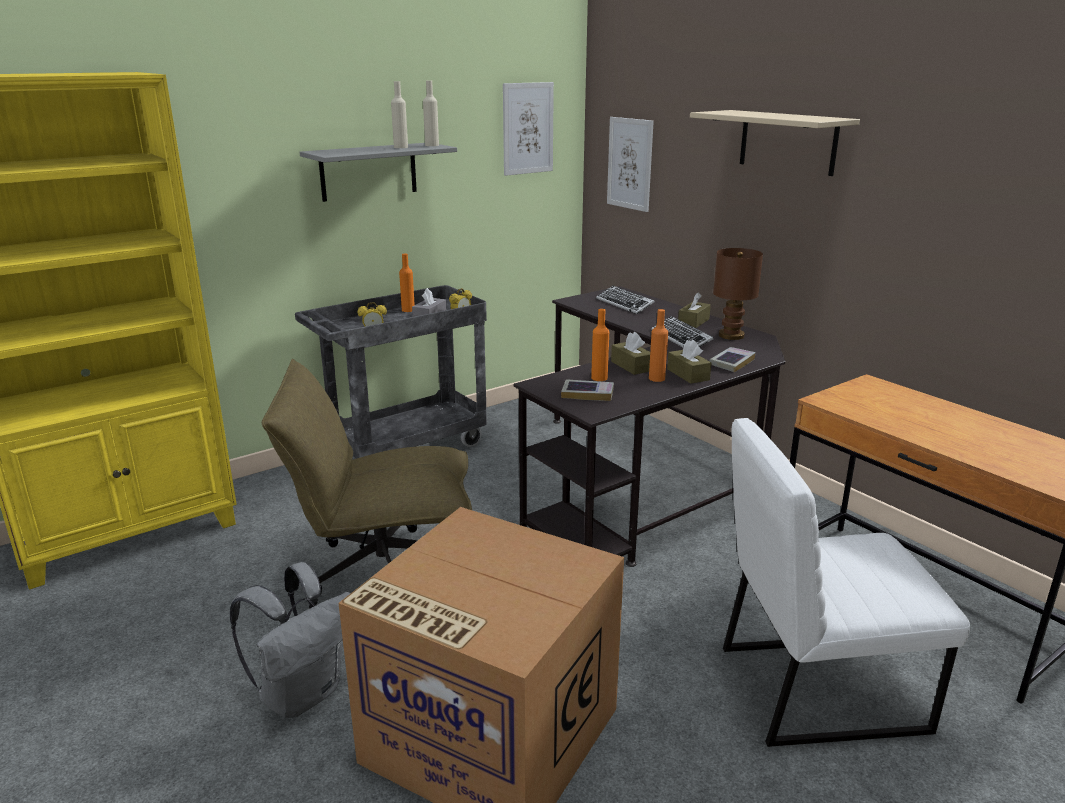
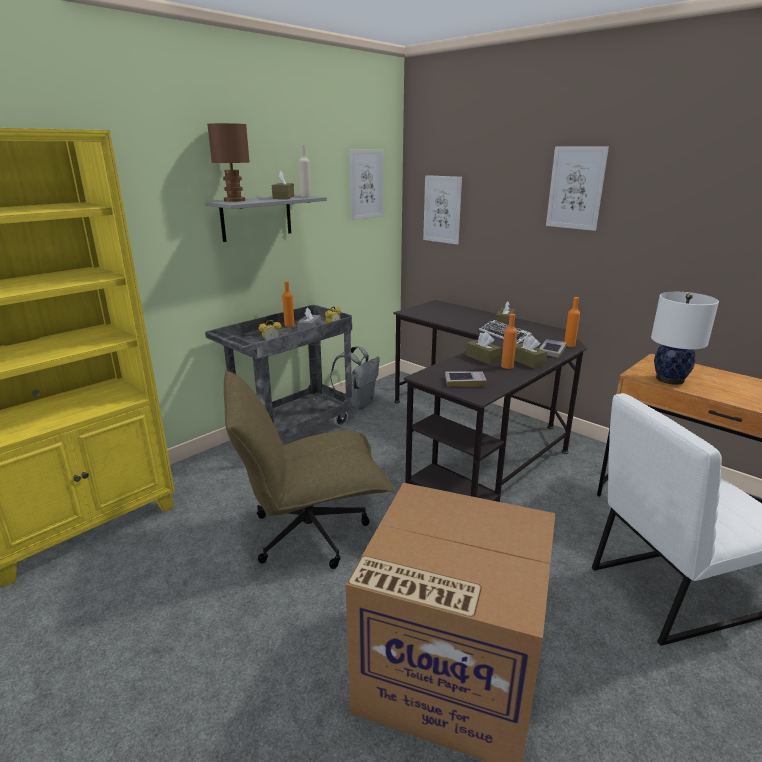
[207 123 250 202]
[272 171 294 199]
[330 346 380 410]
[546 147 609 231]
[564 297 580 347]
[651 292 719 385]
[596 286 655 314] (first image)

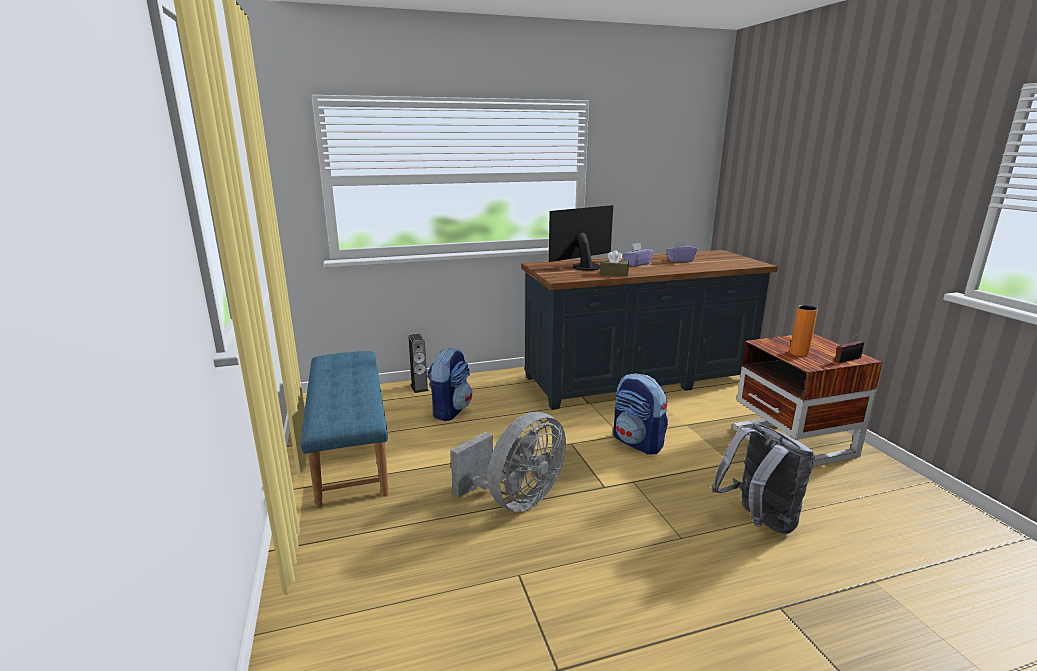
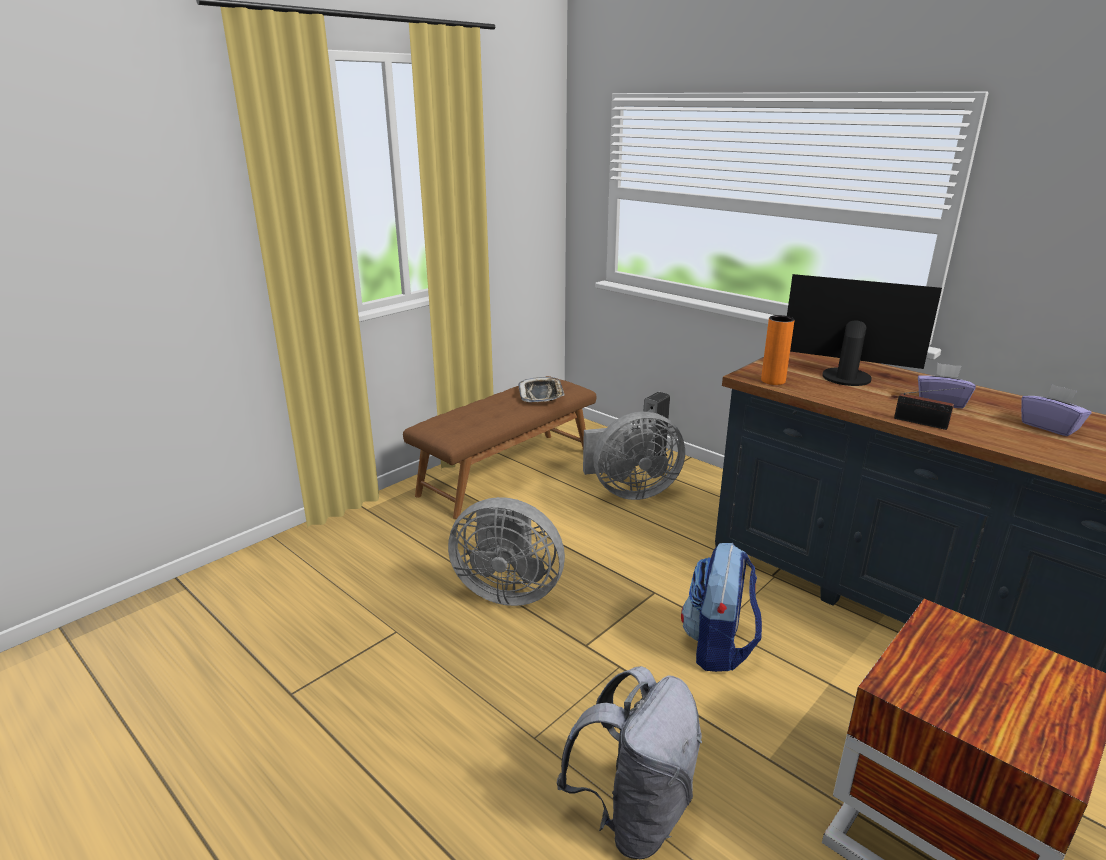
[403 376 596 519]
[518 377 564 402]
[583 412 685 500]
[761 315 795 385]
[894 387 965 430]
[600 250 629 276] (first image)

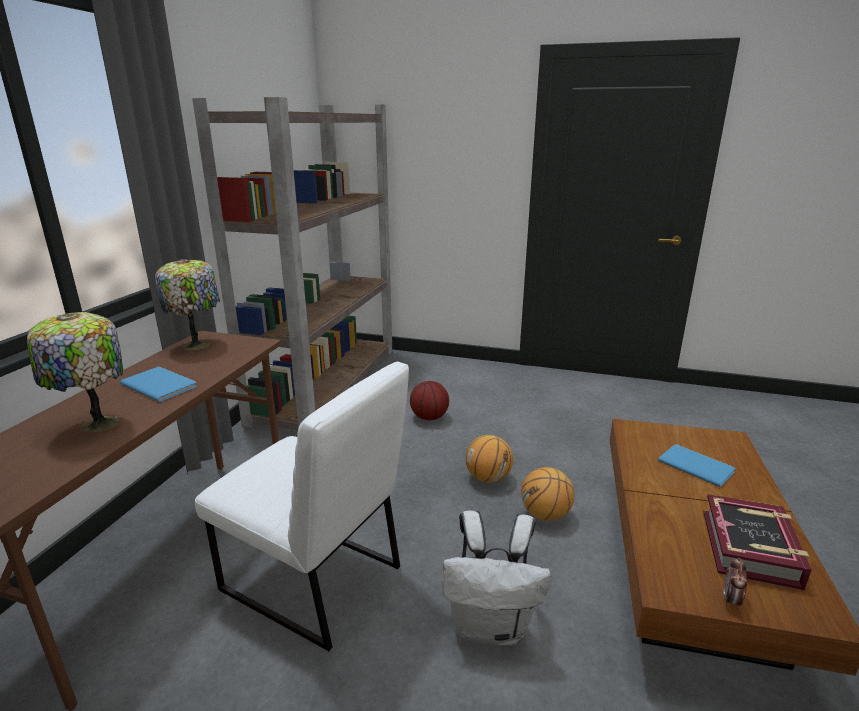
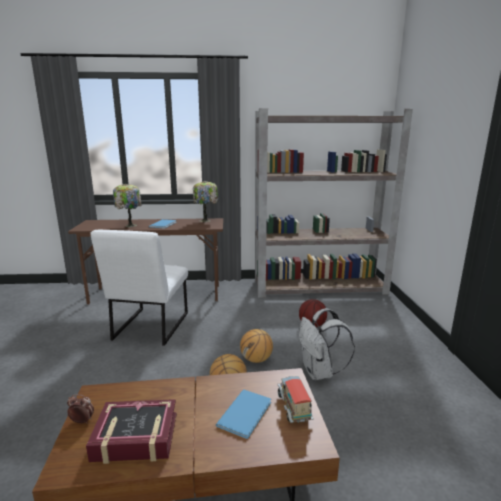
[277 376 314 423]
[299 308 355 380]

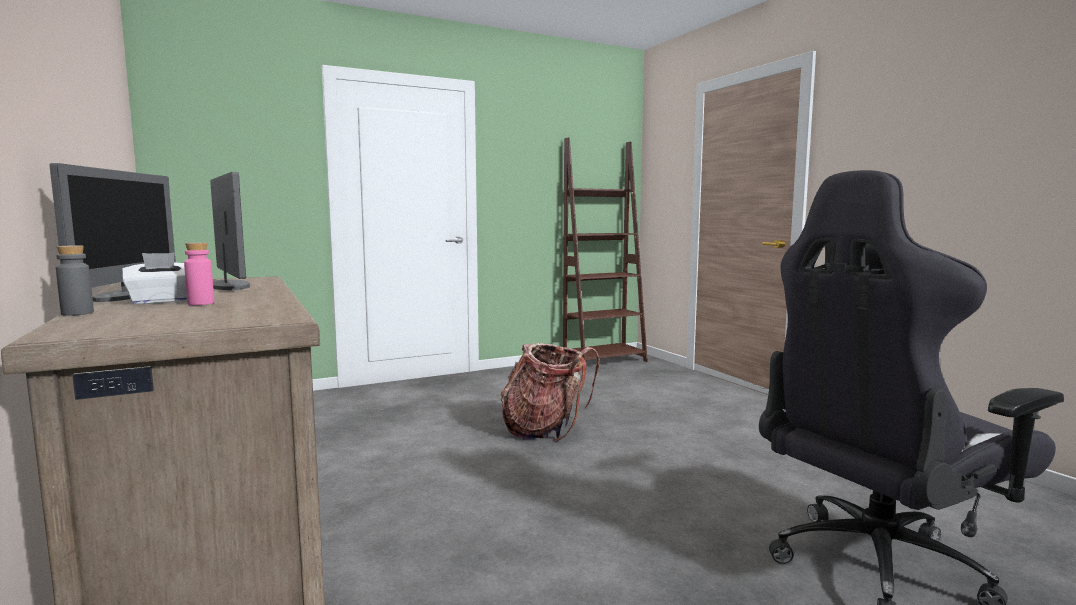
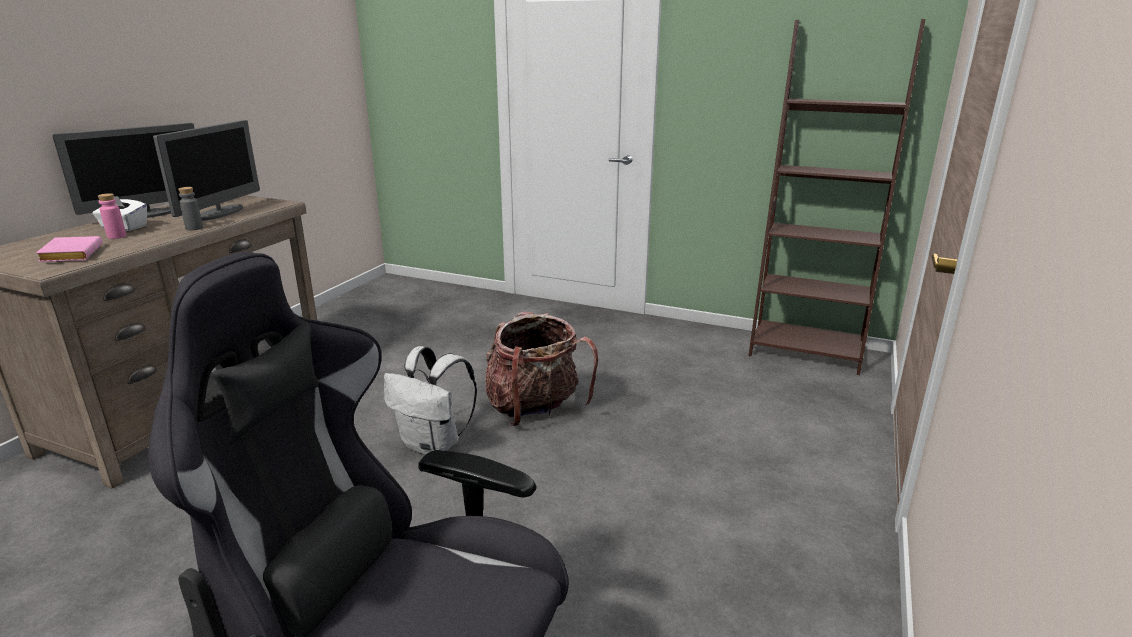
[36 236 102 262]
[178 187 203 231]
[384 346 477 455]

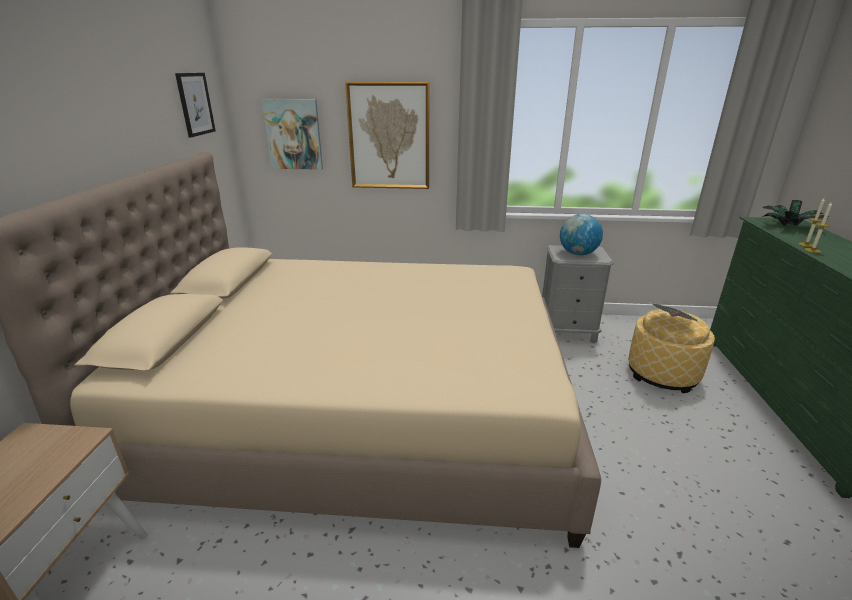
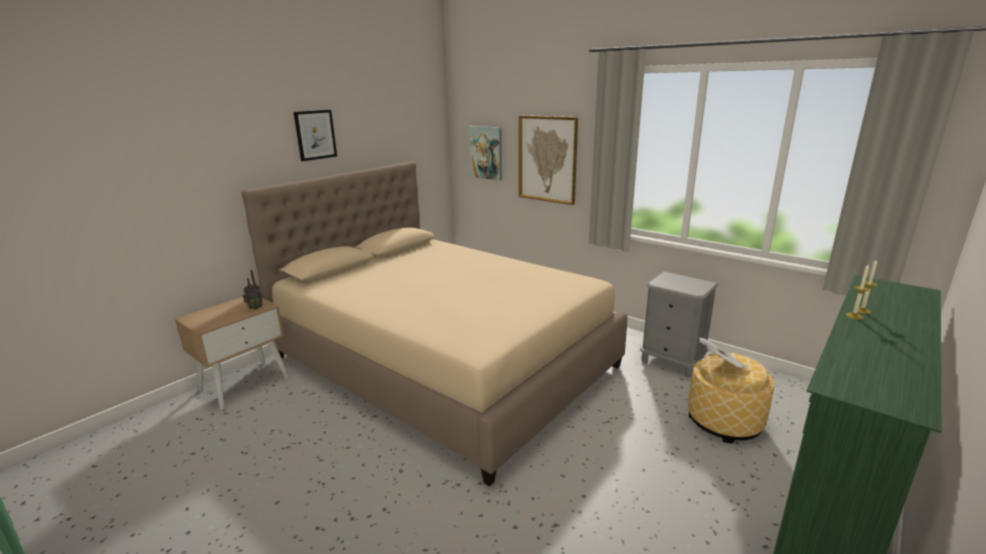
[242 270 263 310]
[294 110 337 161]
[560 214 603 255] (first image)
[762 200 828 226] (first image)

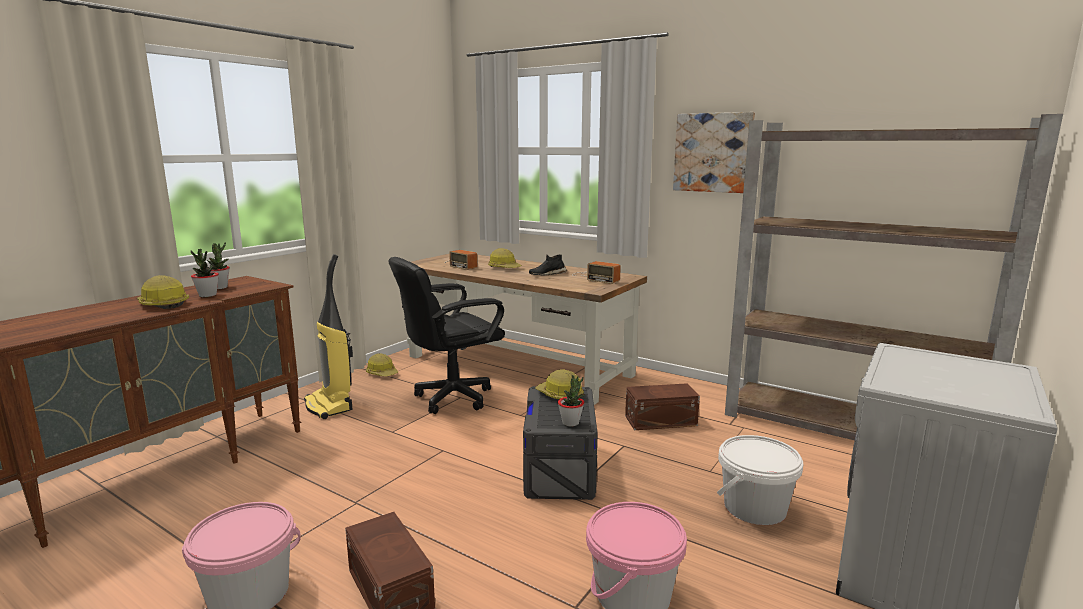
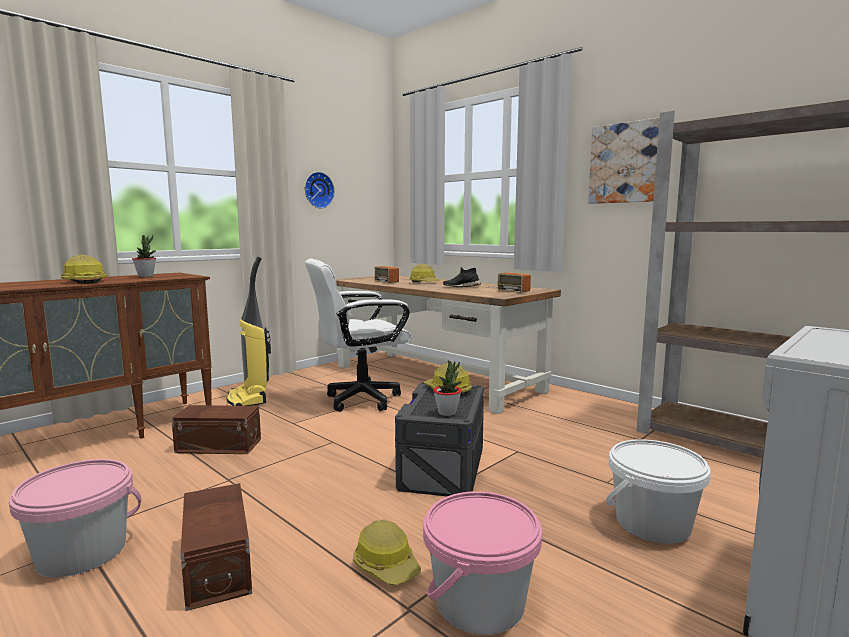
[171 405 261 454]
[305 172 335 208]
[305 259 411 412]
[353 520 421 585]
[191 249 219 297] (first image)

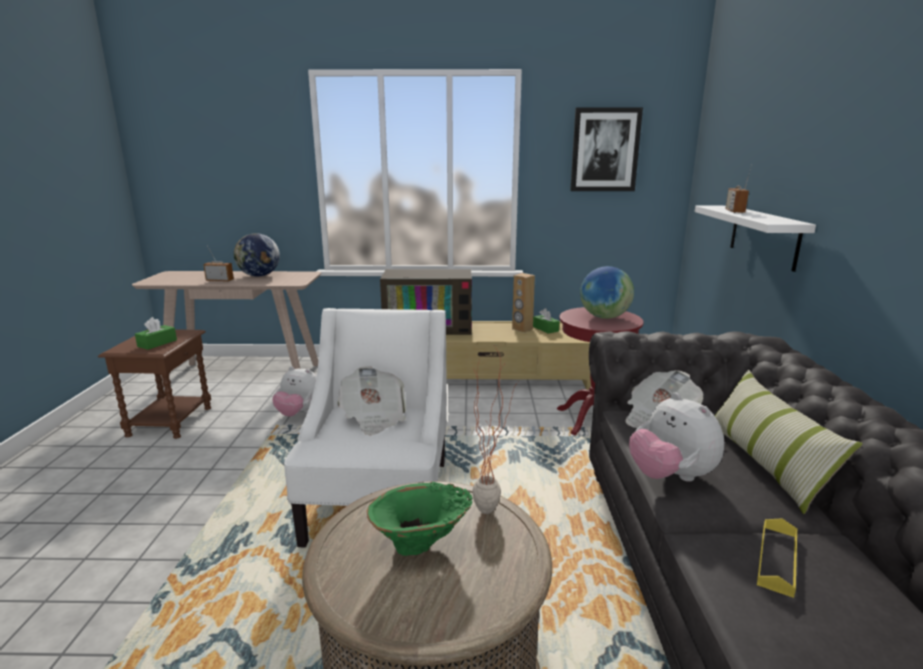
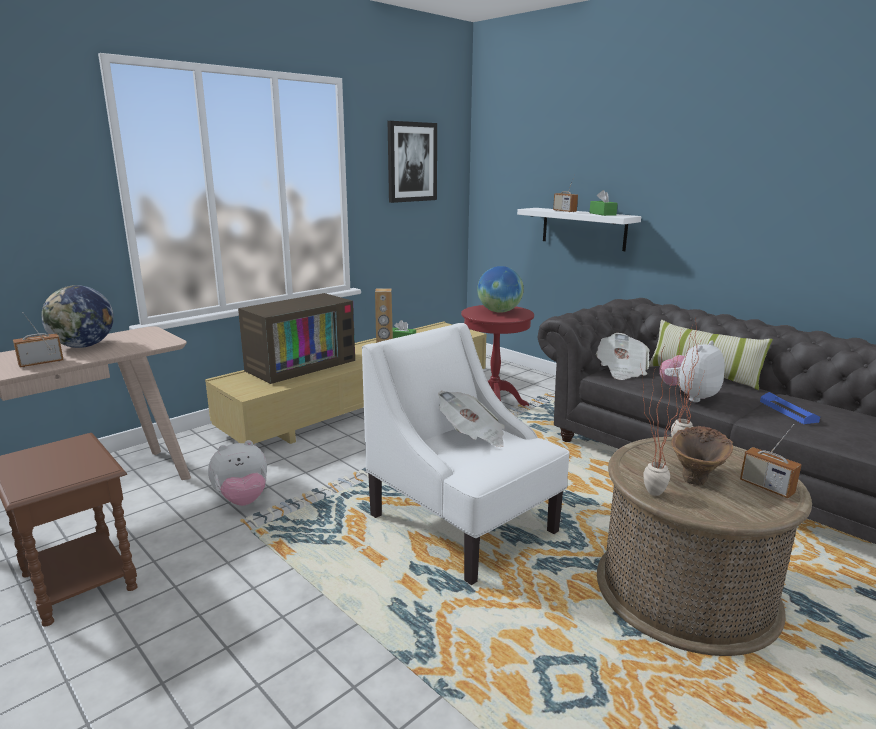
[590 190 618 216]
[640 345 682 496]
[659 340 725 402]
[671 426 733 485]
[740 424 802 498]
[760 392 820 424]

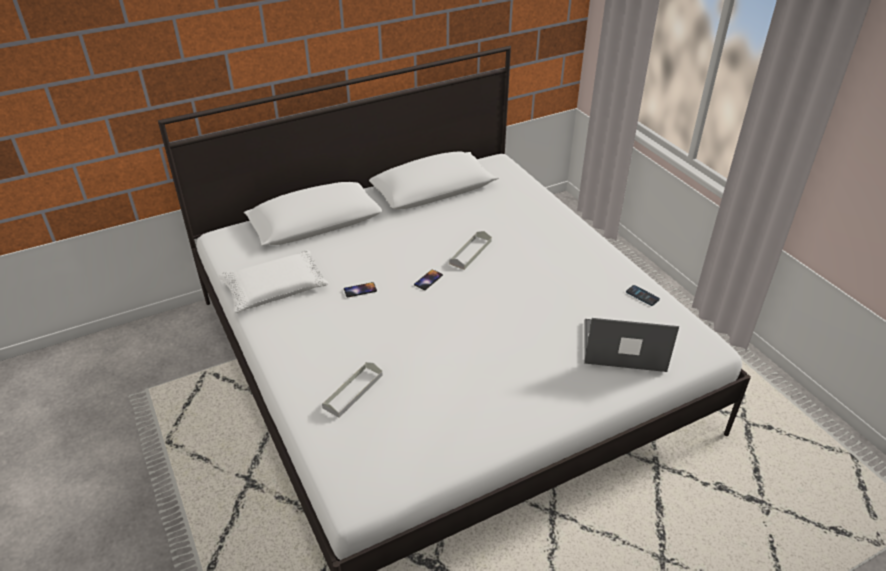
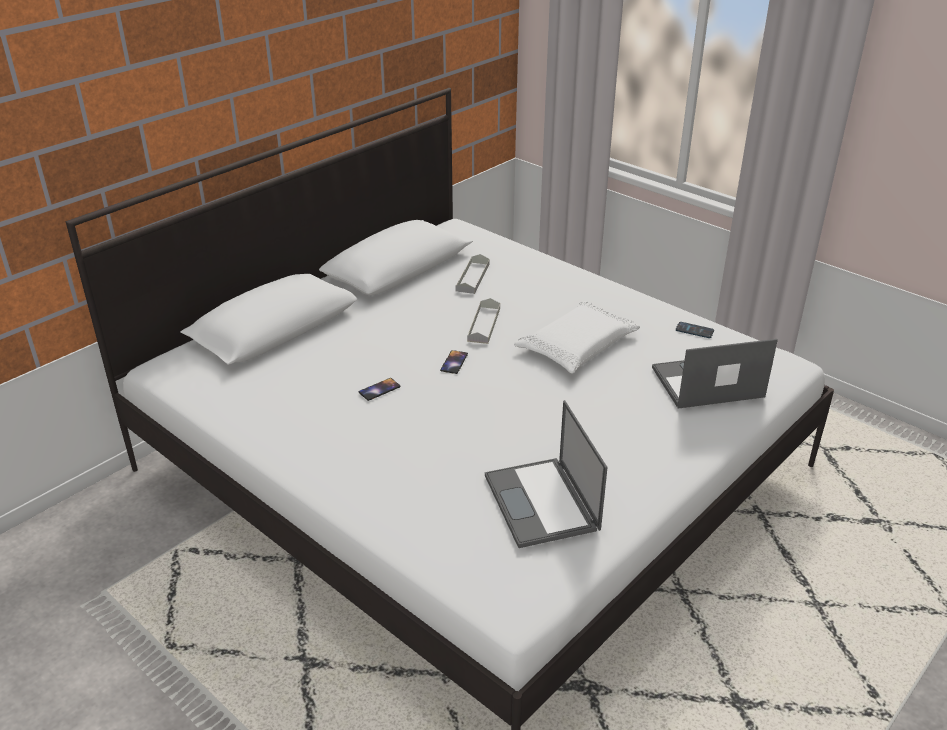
[456 254 490 294]
[485 400 608 548]
[514 301 640 374]

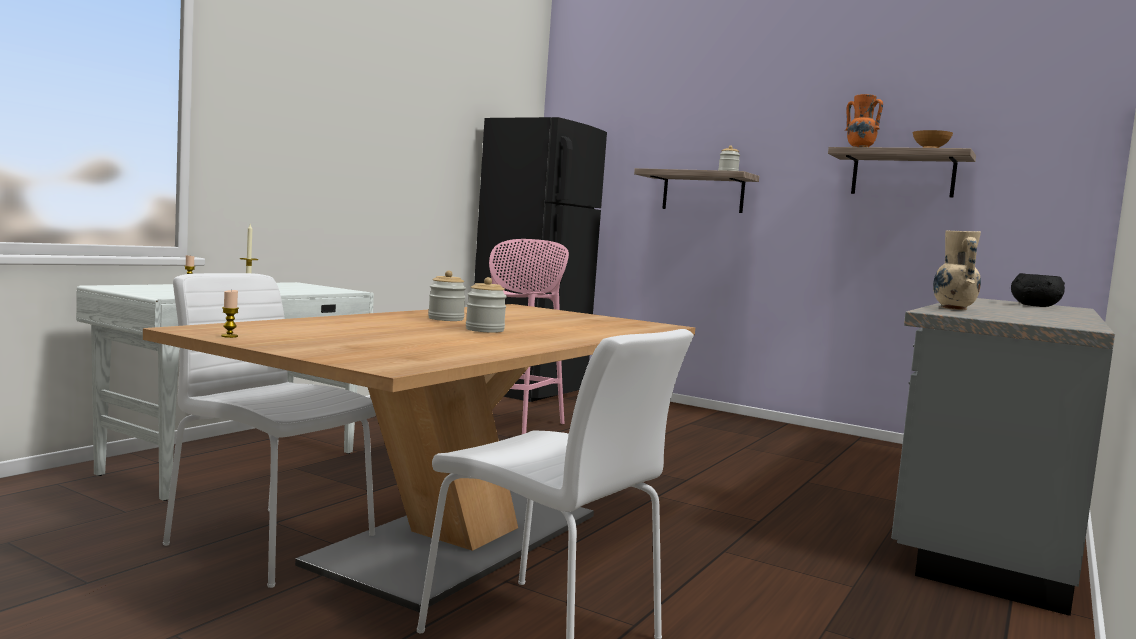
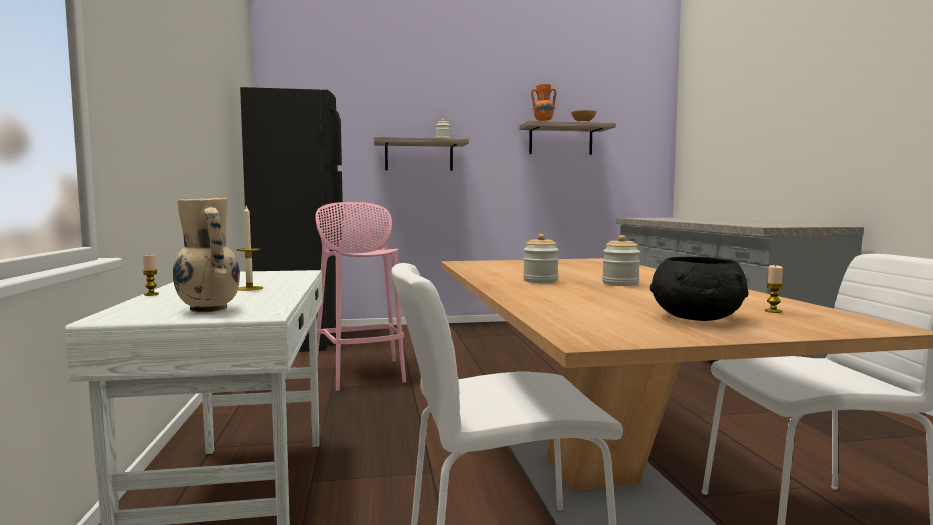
[173 198 240 313]
[650 257 749 321]
[765 265 784 313]

